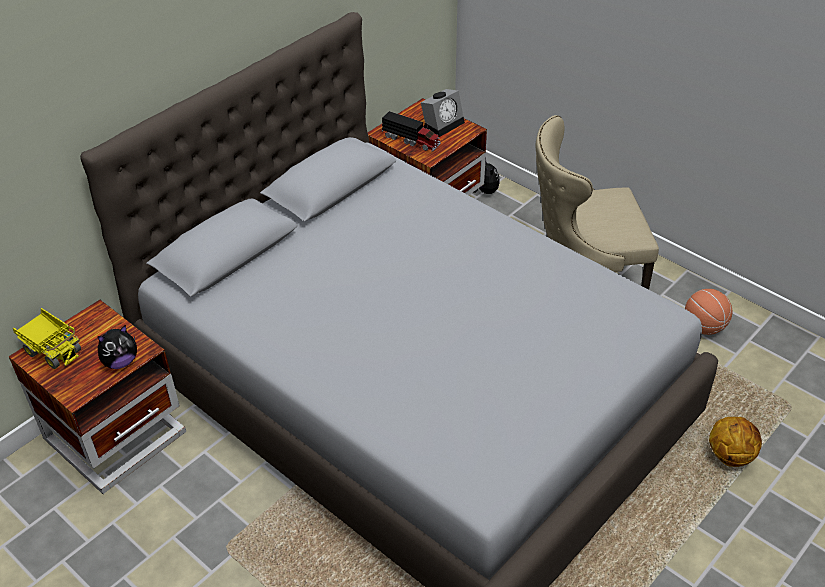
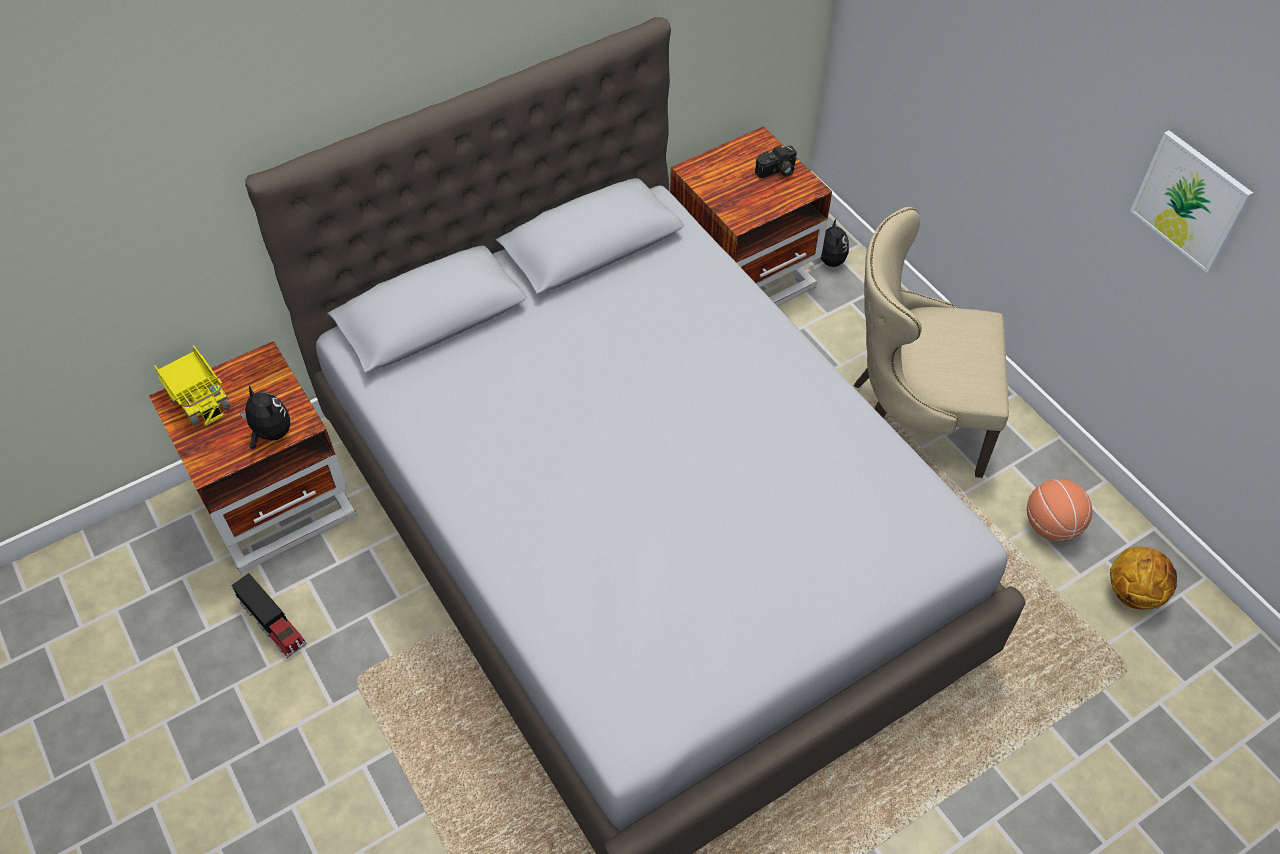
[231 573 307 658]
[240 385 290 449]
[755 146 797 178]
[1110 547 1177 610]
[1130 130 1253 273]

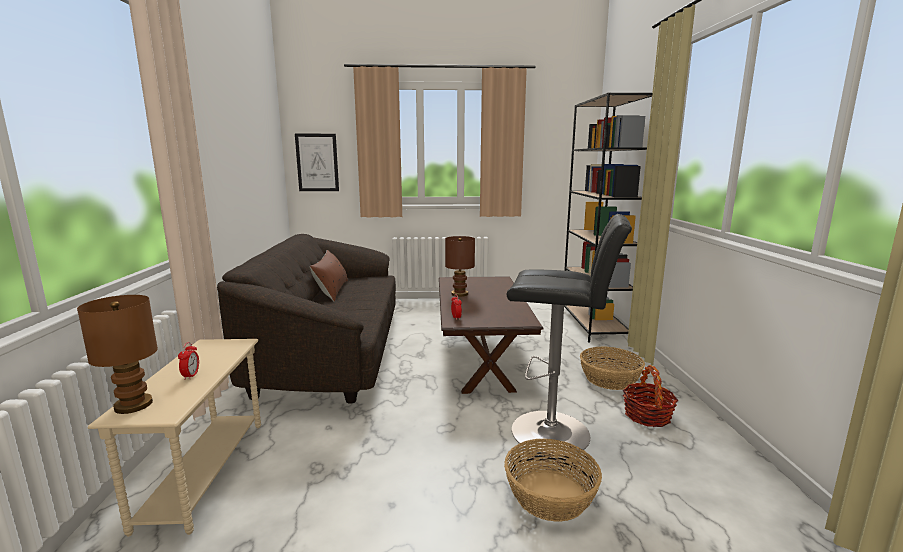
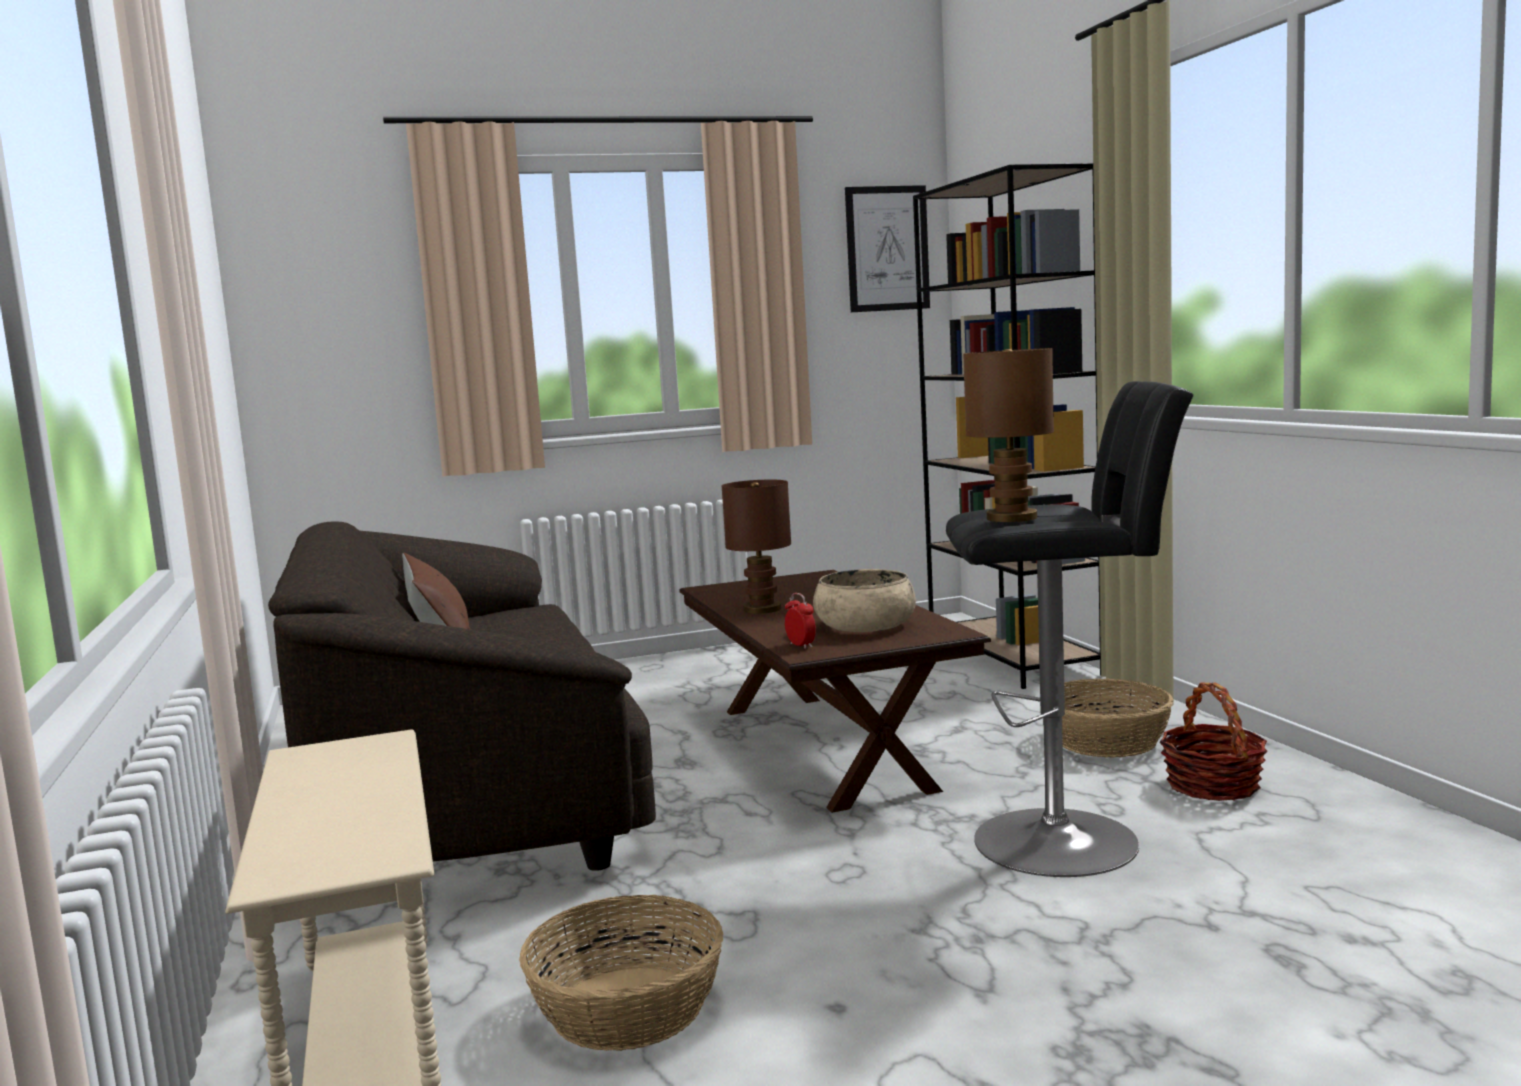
[519 895 723 1051]
[813 569 916 632]
[845 185 930 312]
[963 348 1054 522]
[178 342 199 380] (first image)

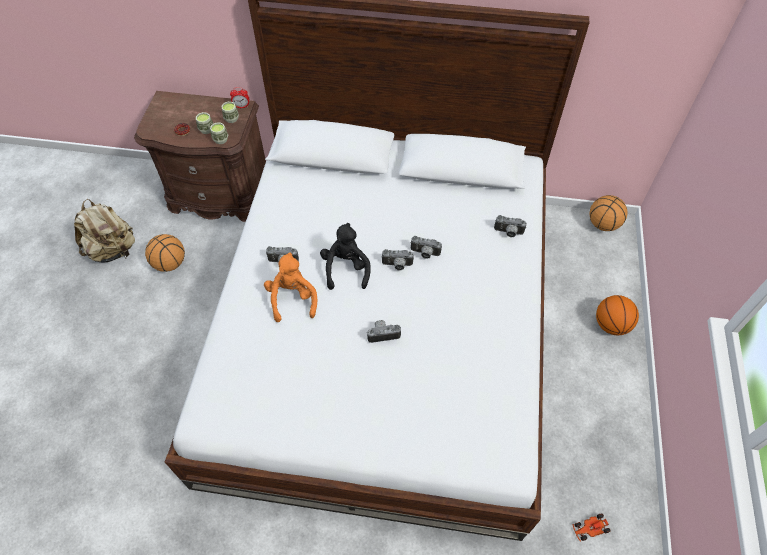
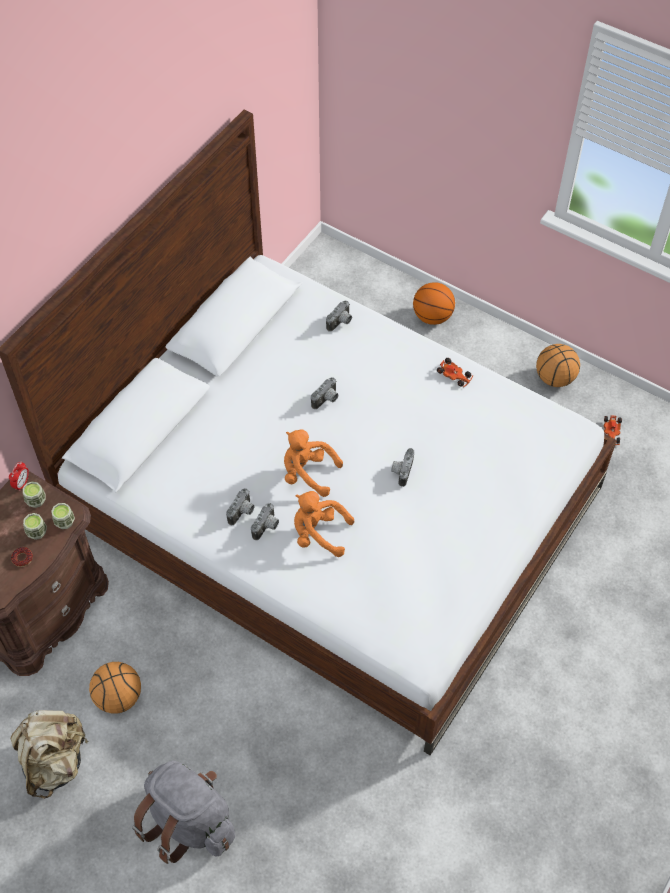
[132 760 235 864]
[226 488 254 525]
[284 429 343 497]
[437 358 473 387]
[536 344 580 387]

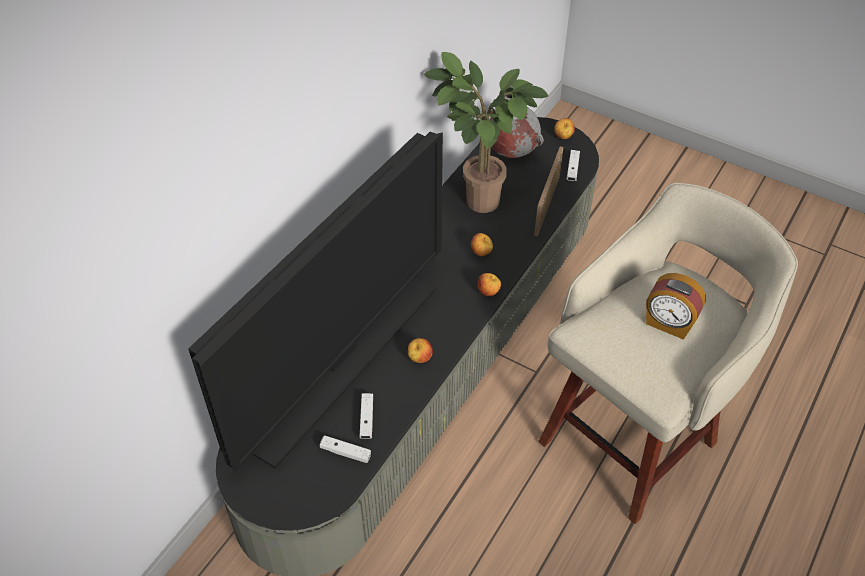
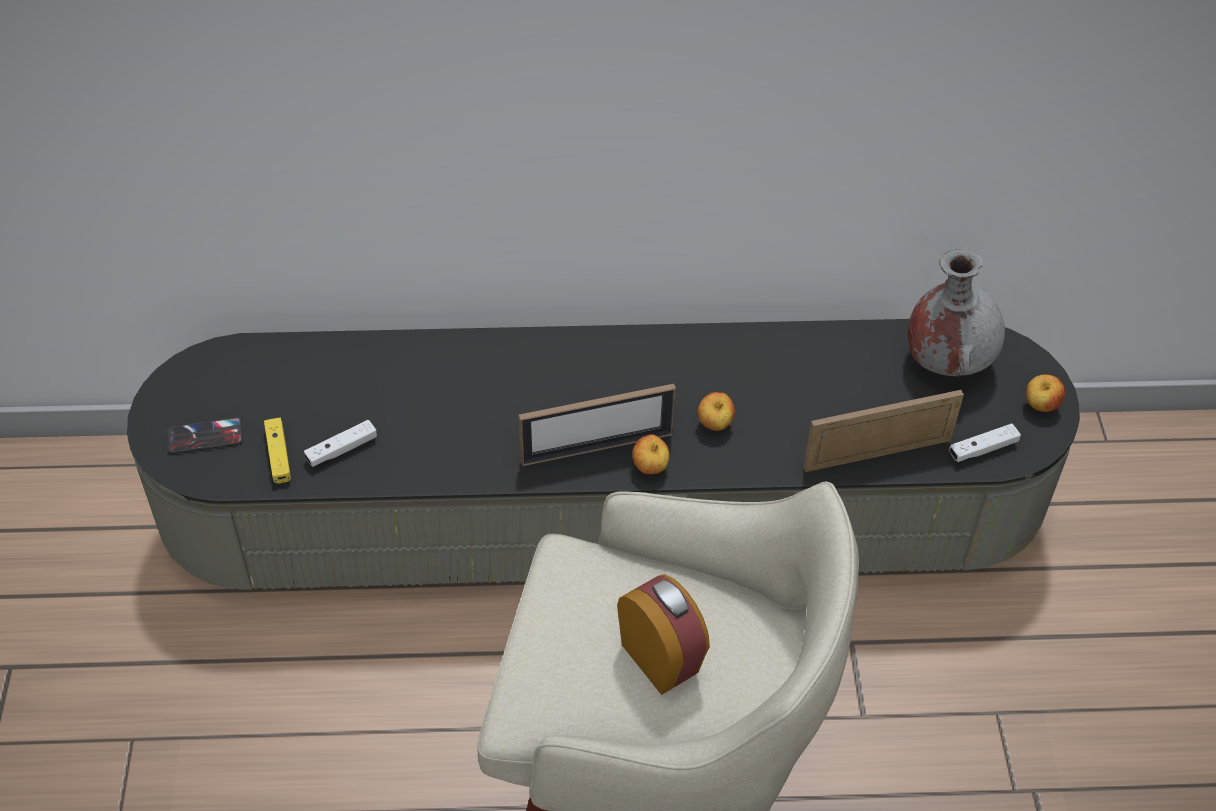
[168 417 243 454]
[264 418 291 483]
[519 384 676 466]
[617 574 710 695]
[188 131 443 474] (first image)
[408 338 433 363] (first image)
[424 52 548 213] (first image)

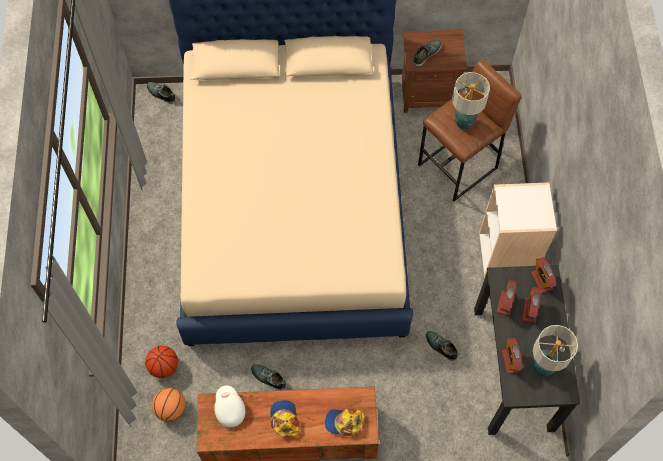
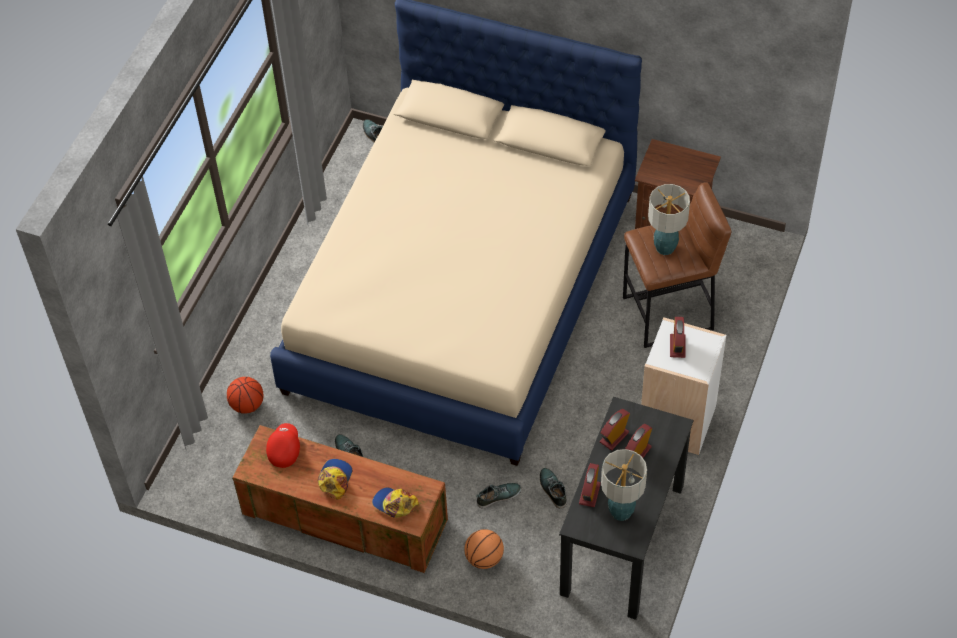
[266 423 300 468]
[464 529 504 569]
[476 483 521 508]
[670 317 686 358]

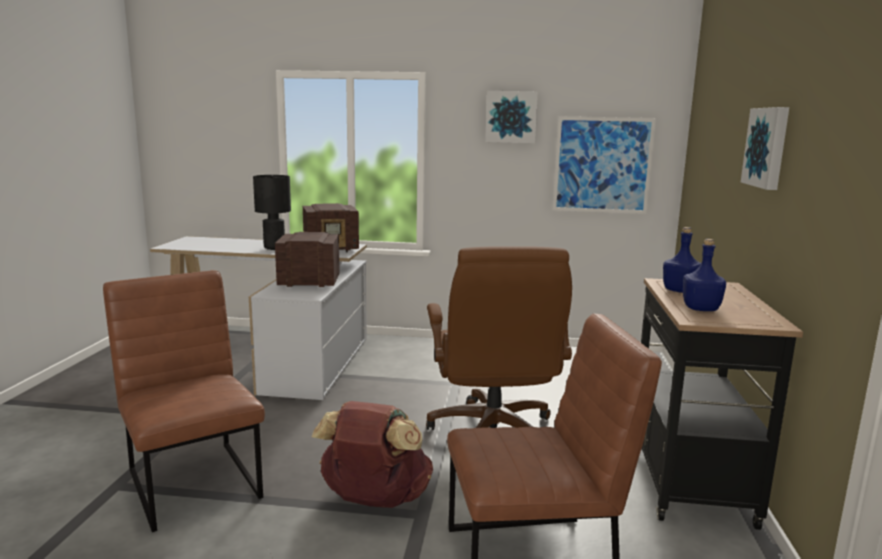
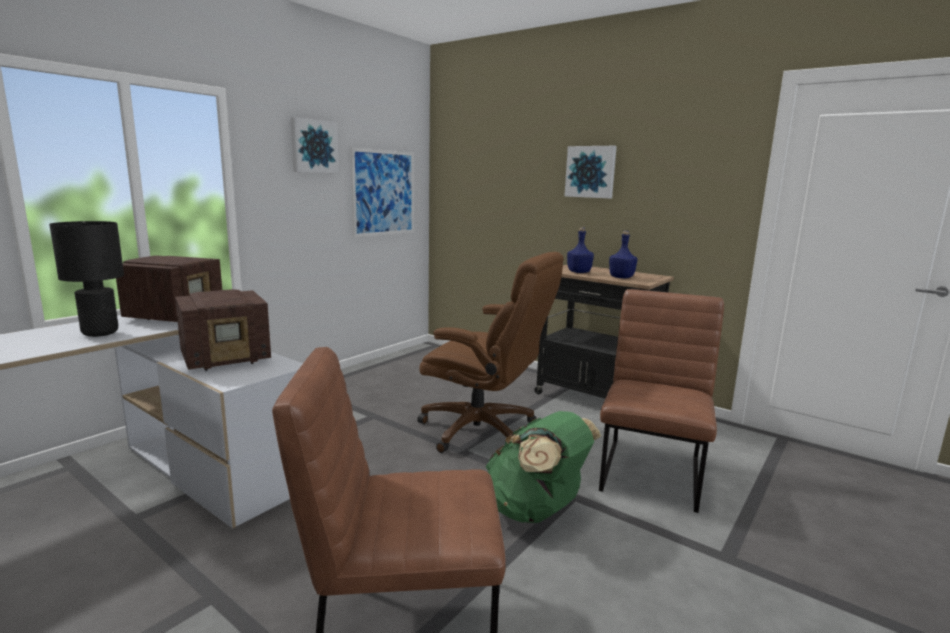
[175 289 271 371]
[486 411 601 523]

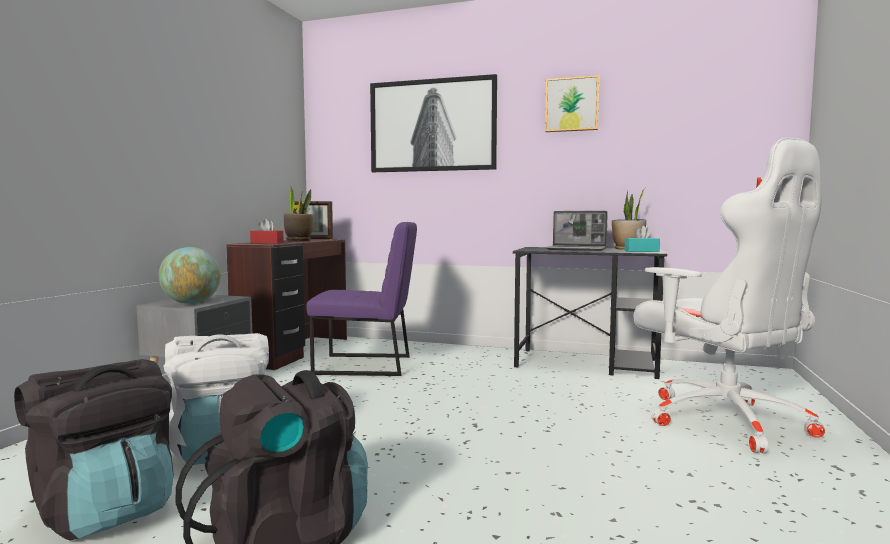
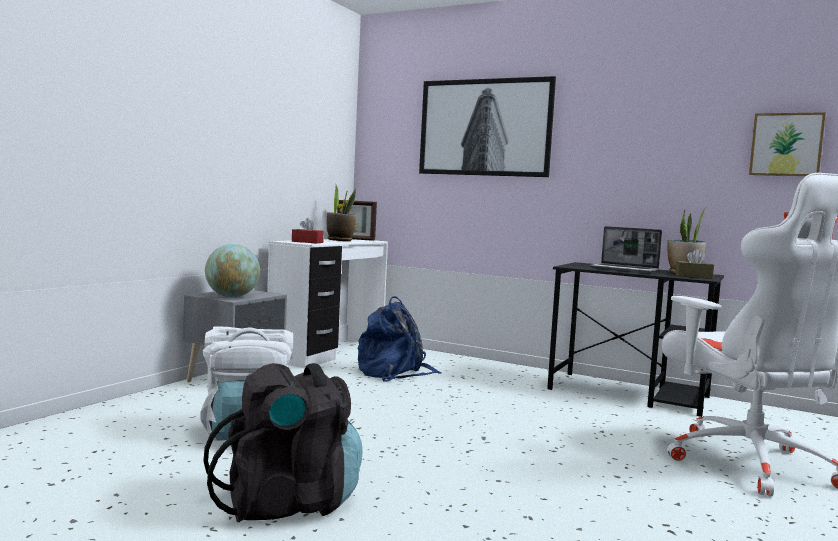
[267 239 388 369]
[358 296 442 382]
[675 249 714 279]
[749 112 826 176]
[14 359 174 541] (first image)

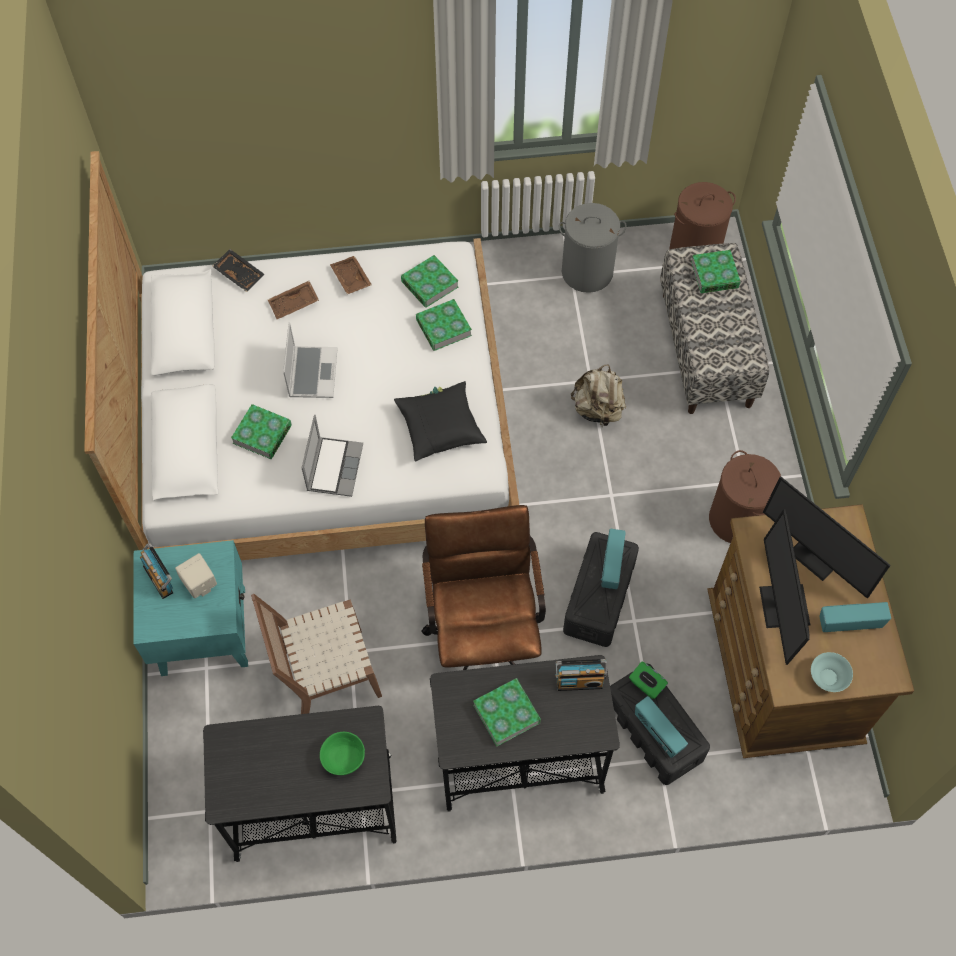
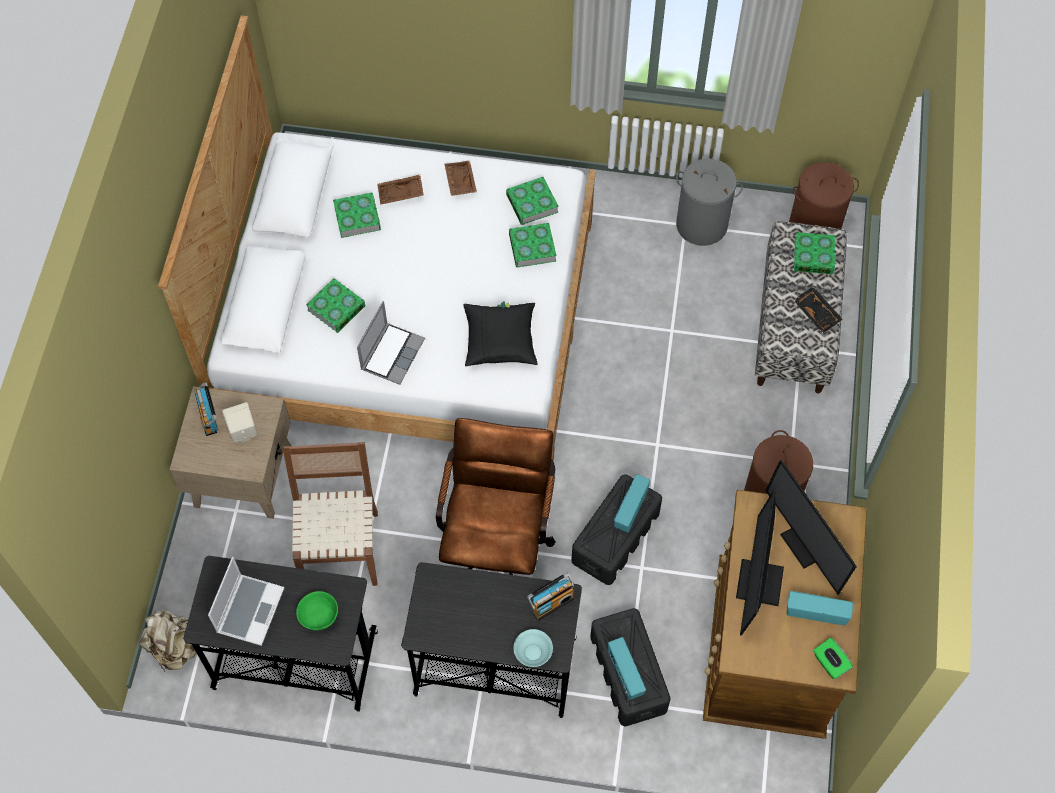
[140 611 196 672]
[169 386 291 519]
[208 557 284 646]
[283 442 378 586]
[333 192 381 238]
[513 629 553 667]
[527 573 574 621]
[794 286 843 333]
[813 638 853 679]

